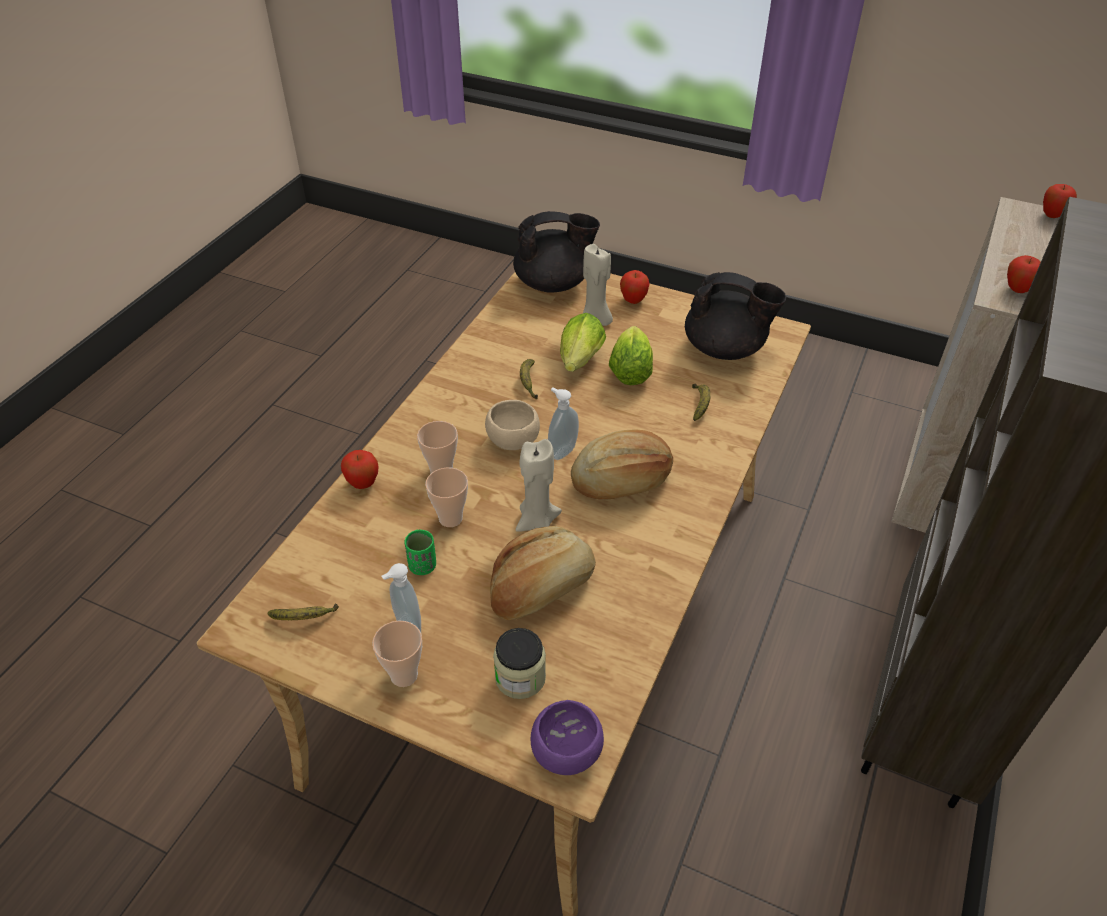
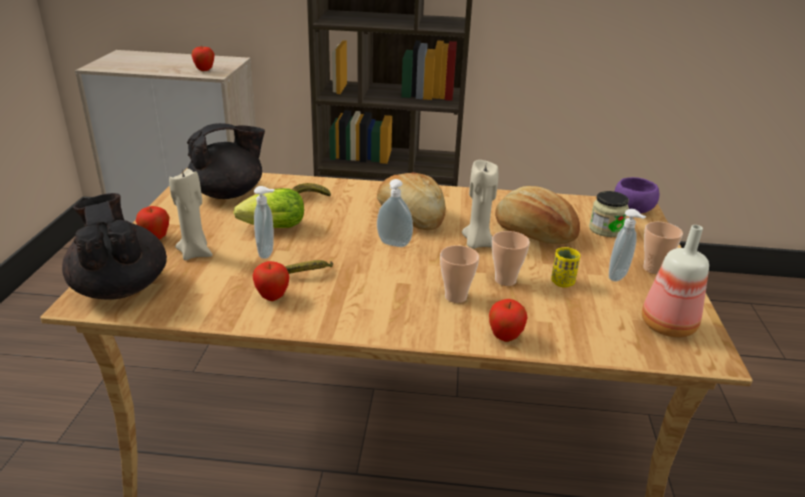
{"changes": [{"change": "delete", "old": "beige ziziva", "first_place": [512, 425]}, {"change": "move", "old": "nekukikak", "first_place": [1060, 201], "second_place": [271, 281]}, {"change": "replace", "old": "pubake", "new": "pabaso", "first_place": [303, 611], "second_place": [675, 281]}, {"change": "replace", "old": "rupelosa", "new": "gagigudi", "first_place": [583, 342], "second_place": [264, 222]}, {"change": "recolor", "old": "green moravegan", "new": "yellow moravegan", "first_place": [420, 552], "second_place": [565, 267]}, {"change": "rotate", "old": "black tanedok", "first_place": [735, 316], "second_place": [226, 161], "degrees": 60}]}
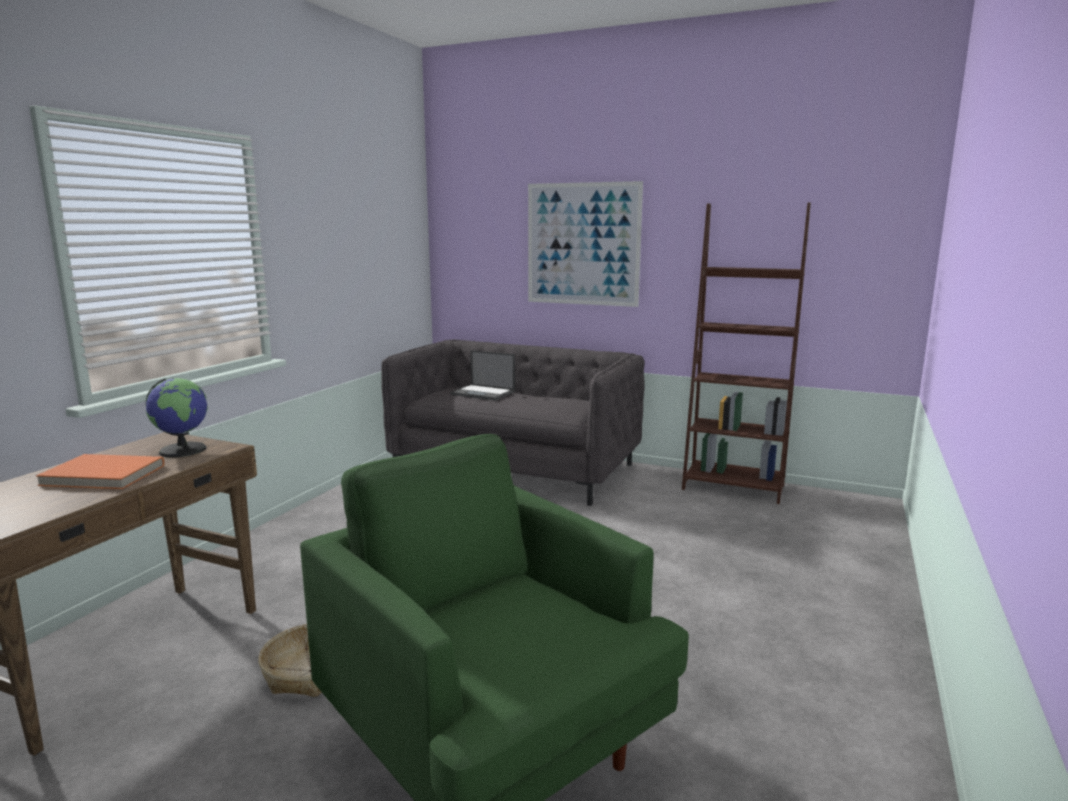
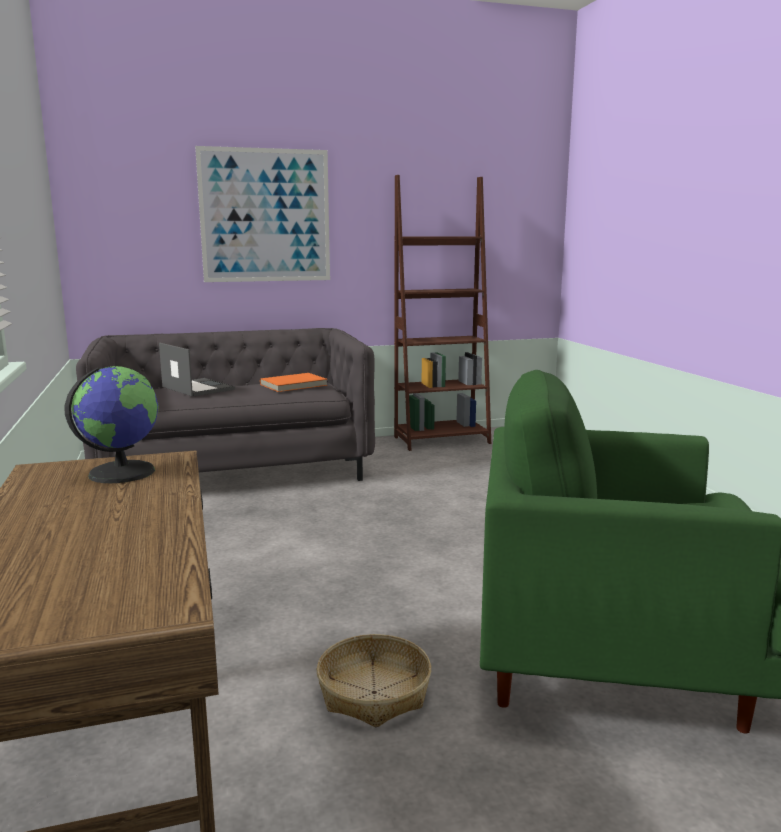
{"changes": [{"change": "move", "old": "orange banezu", "first_place": [100, 471], "second_place": [293, 382]}, {"change": "rotate", "old": "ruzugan", "first_place": [482, 375], "second_place": [197, 370], "degrees": -120}]}
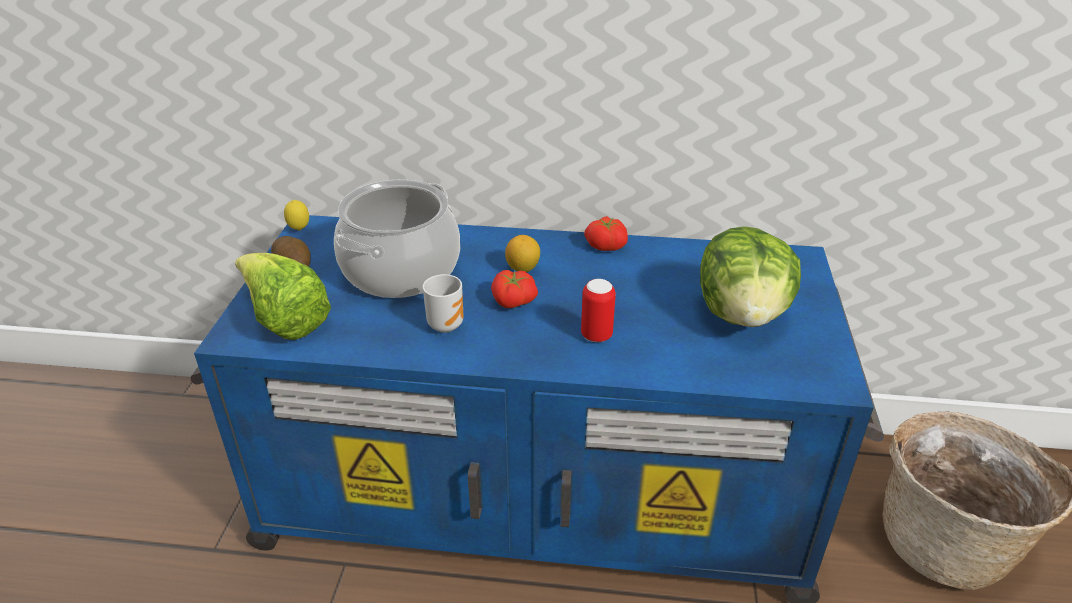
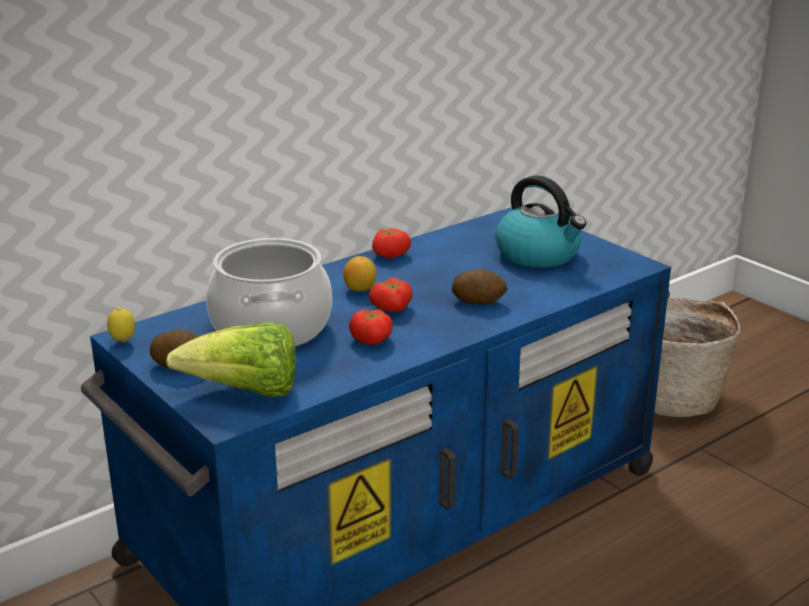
{"changes": [{"change": "replace", "old": "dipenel", "new": "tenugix", "first_place": [443, 303], "second_place": [371, 327]}, {"change": "replace", "old": "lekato", "new": "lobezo", "first_place": [598, 310], "second_place": [480, 287]}, {"change": "replace", "old": "rupelosa", "new": "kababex", "first_place": [750, 276], "second_place": [540, 222]}]}
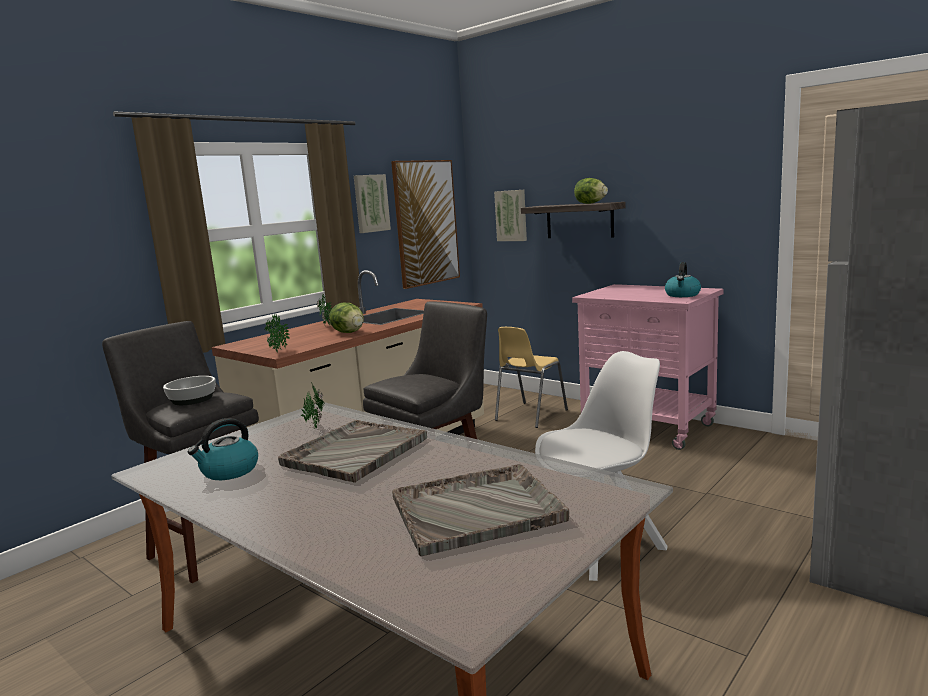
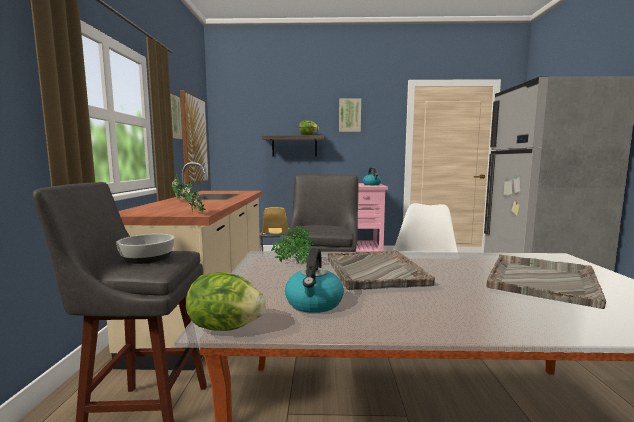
{"changes": [{"change": "move", "old": "rupelosa", "first_place": [346, 318], "second_place": [226, 301]}, {"change": "move", "old": "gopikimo", "first_place": [510, 215], "second_place": [350, 115]}]}
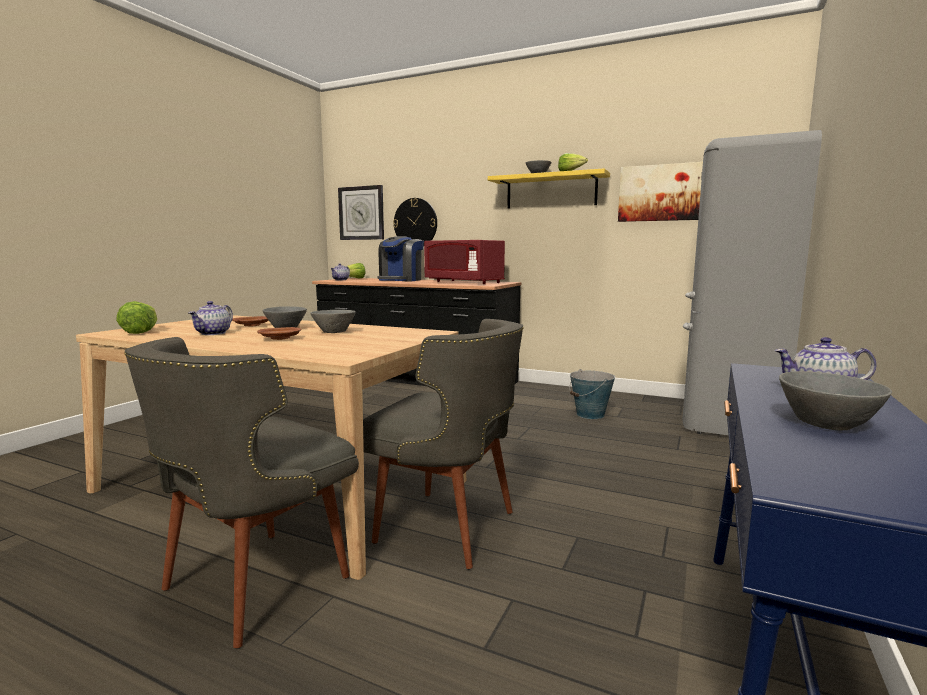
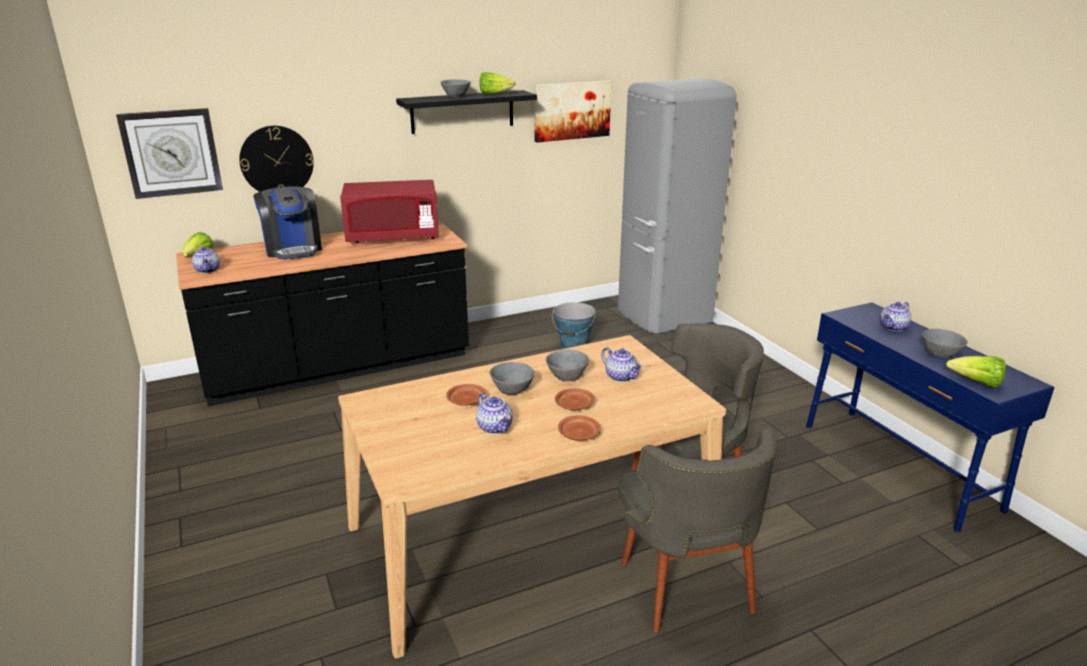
{"changes": [{"change": "insert", "new": "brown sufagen", "second_place": [579, 428]}, {"change": "insert", "new": "tanedok", "second_place": [622, 364]}, {"change": "move", "old": "rupelosa", "first_place": [136, 317], "second_place": [976, 372]}, {"change": "recolor", "old": "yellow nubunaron", "new": "black nubunaron", "first_place": [549, 188], "second_place": [466, 112]}]}
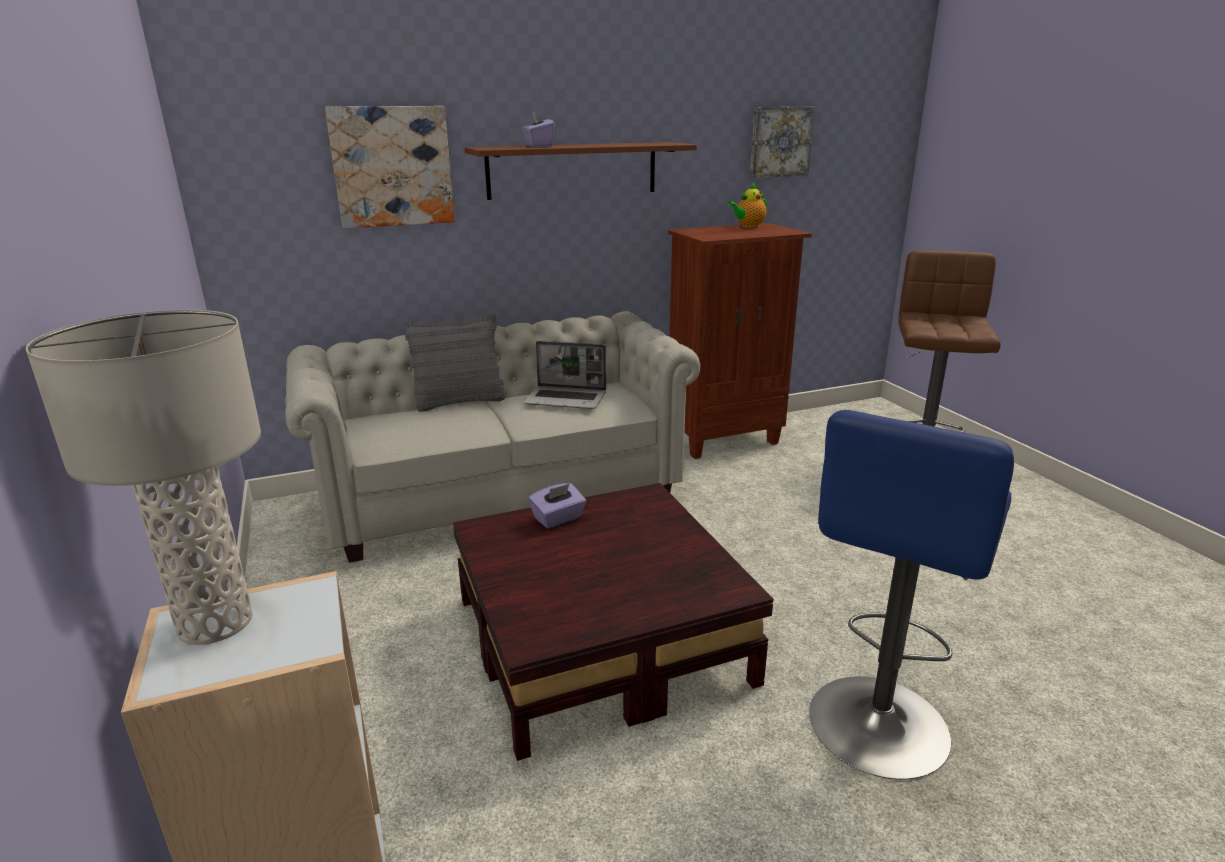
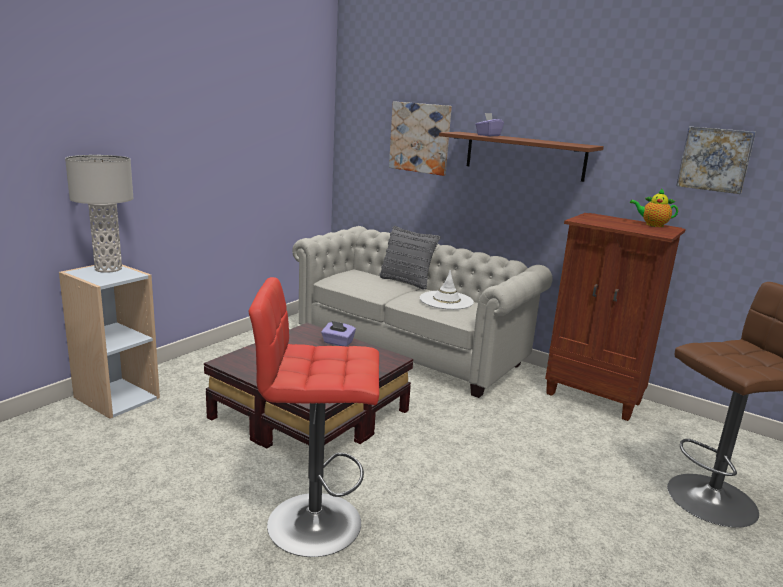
{"changes": [{"change": "replace", "old": "ruzugan", "new": "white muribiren", "first_place": [565, 375], "second_place": [447, 290]}, {"change": "recolor", "old": "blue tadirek", "new": "red tadirek", "first_place": [911, 595], "second_place": [314, 417]}]}
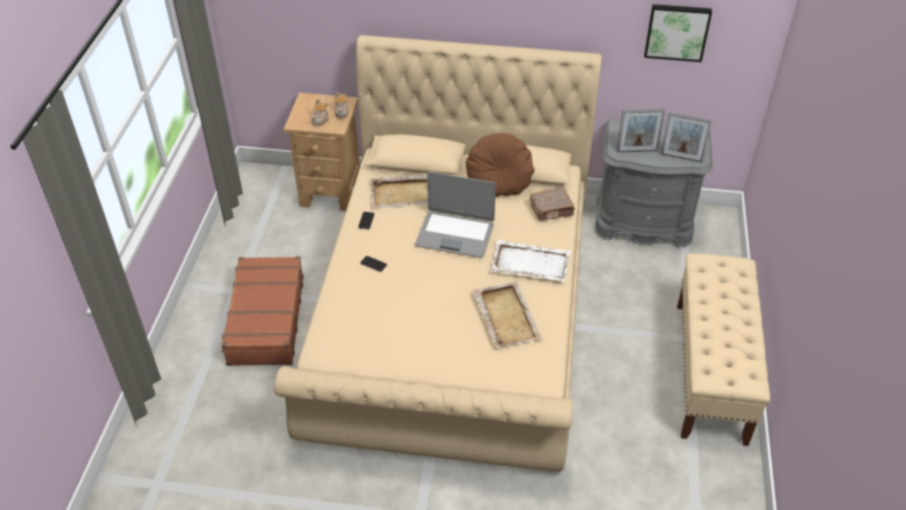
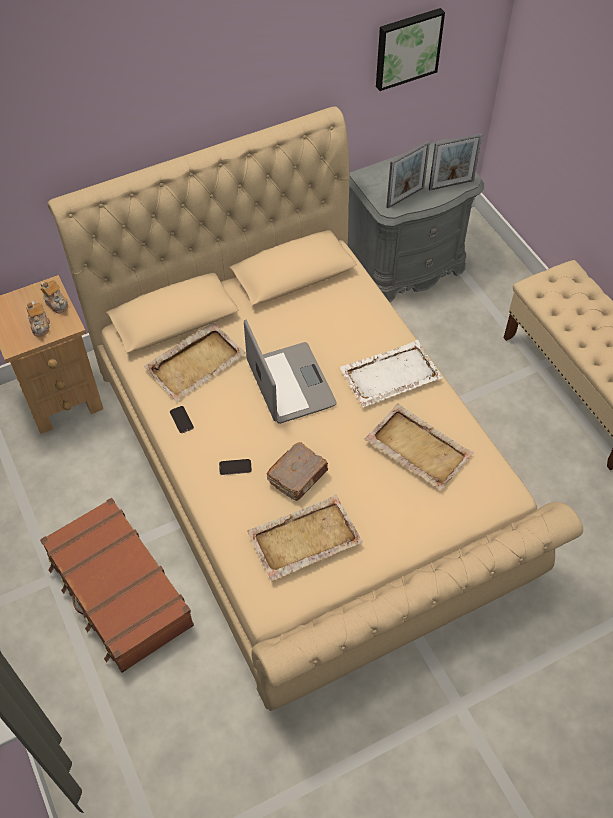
{"changes": [{"change": "delete", "old": "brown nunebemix", "first_place": [500, 165]}, {"change": "insert", "new": "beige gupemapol", "second_place": [305, 537]}, {"change": "move", "old": "brown banezu", "first_place": [552, 204], "second_place": [297, 471]}, {"change": "rotate", "old": "ruzugan", "first_place": [455, 215], "second_place": [290, 371], "degrees": -90}]}
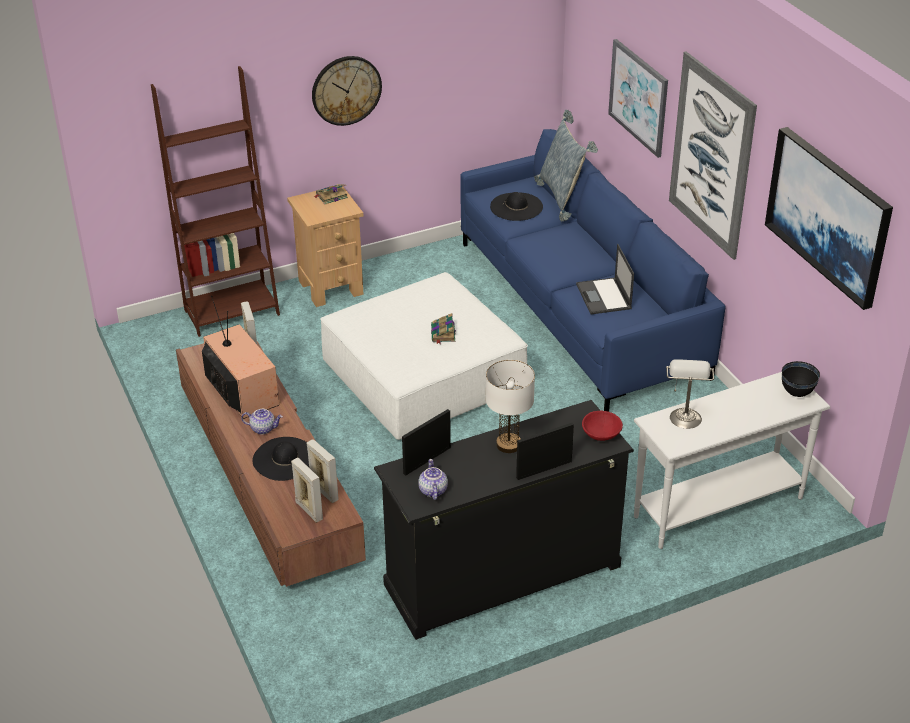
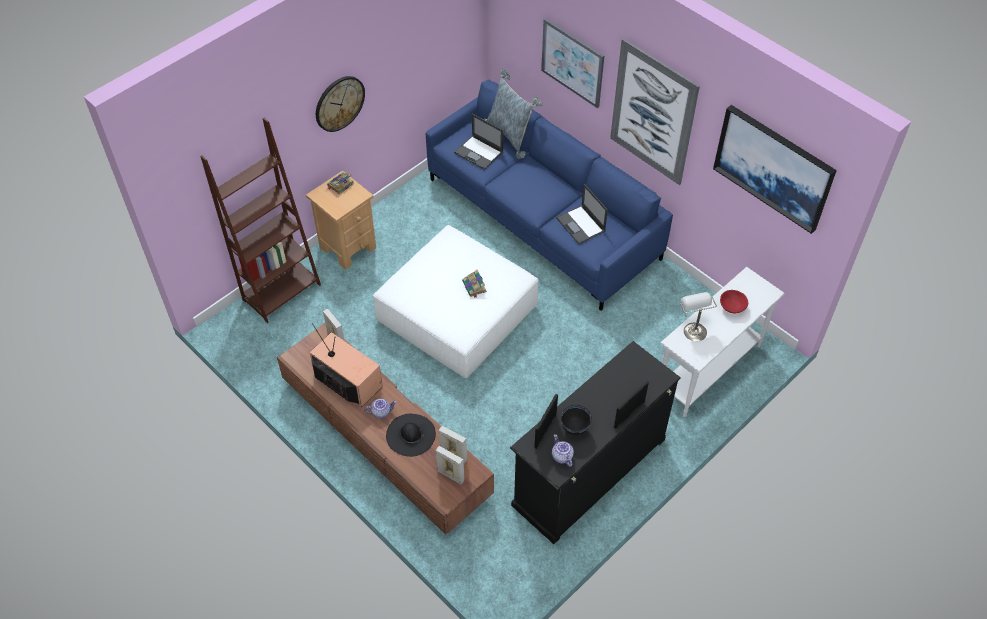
{"changes": [{"change": "delete", "old": "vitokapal", "first_place": [510, 406]}, {"change": "move", "old": "red ziziva", "first_place": [602, 426], "second_place": [734, 301]}, {"change": "move", "old": "black ziziva", "first_place": [801, 379], "second_place": [576, 420]}, {"change": "replace", "old": "black muribiren", "new": "ruzugan", "first_place": [516, 206], "second_place": [478, 142]}]}
